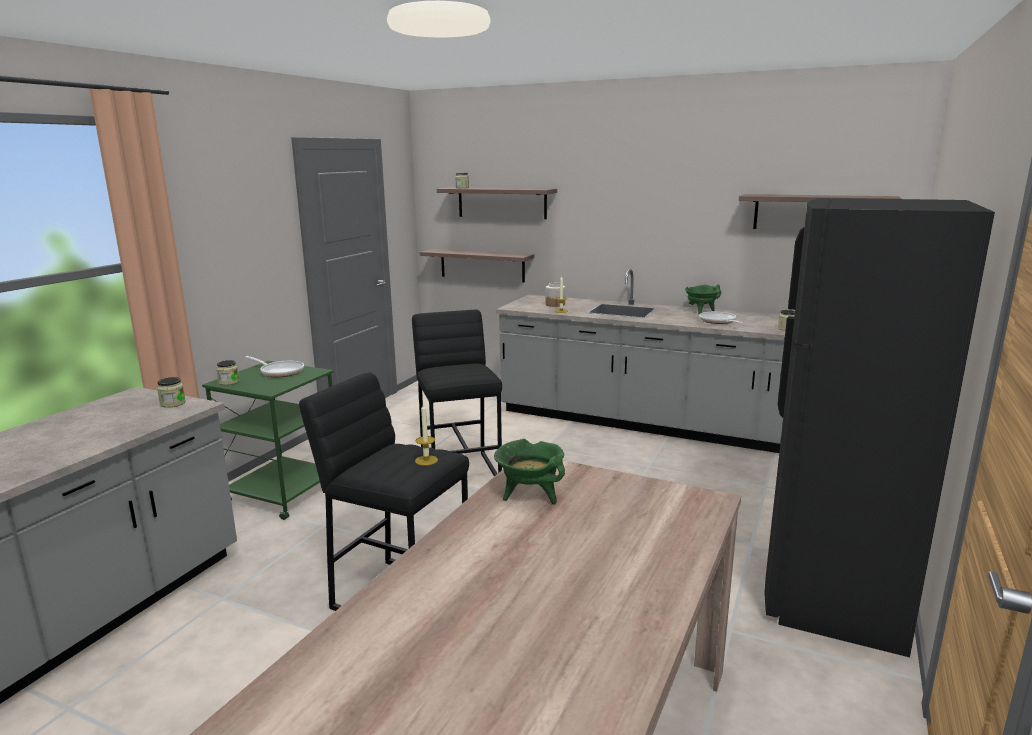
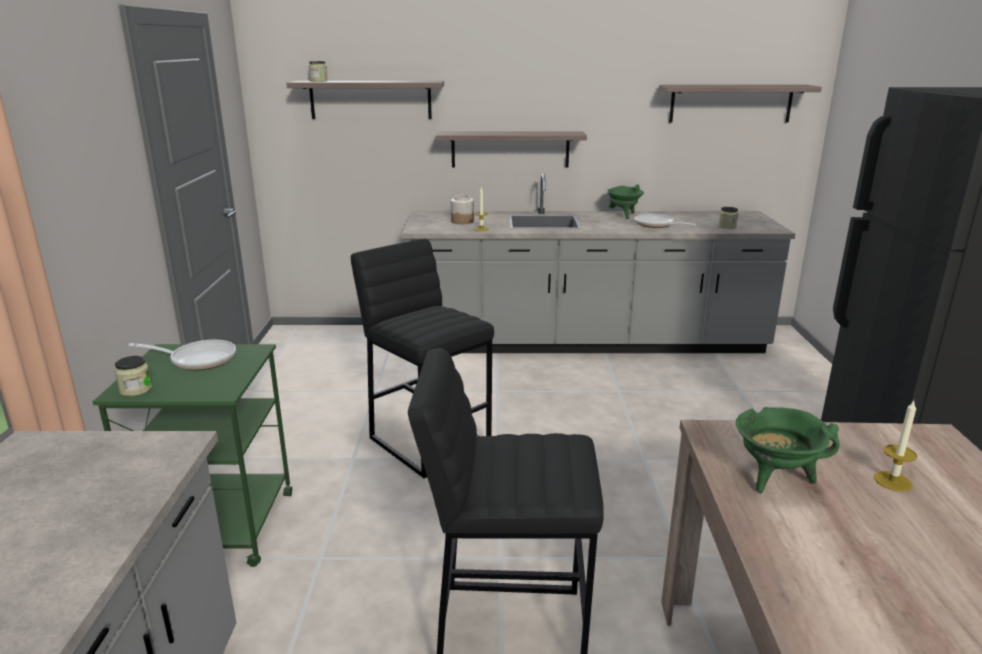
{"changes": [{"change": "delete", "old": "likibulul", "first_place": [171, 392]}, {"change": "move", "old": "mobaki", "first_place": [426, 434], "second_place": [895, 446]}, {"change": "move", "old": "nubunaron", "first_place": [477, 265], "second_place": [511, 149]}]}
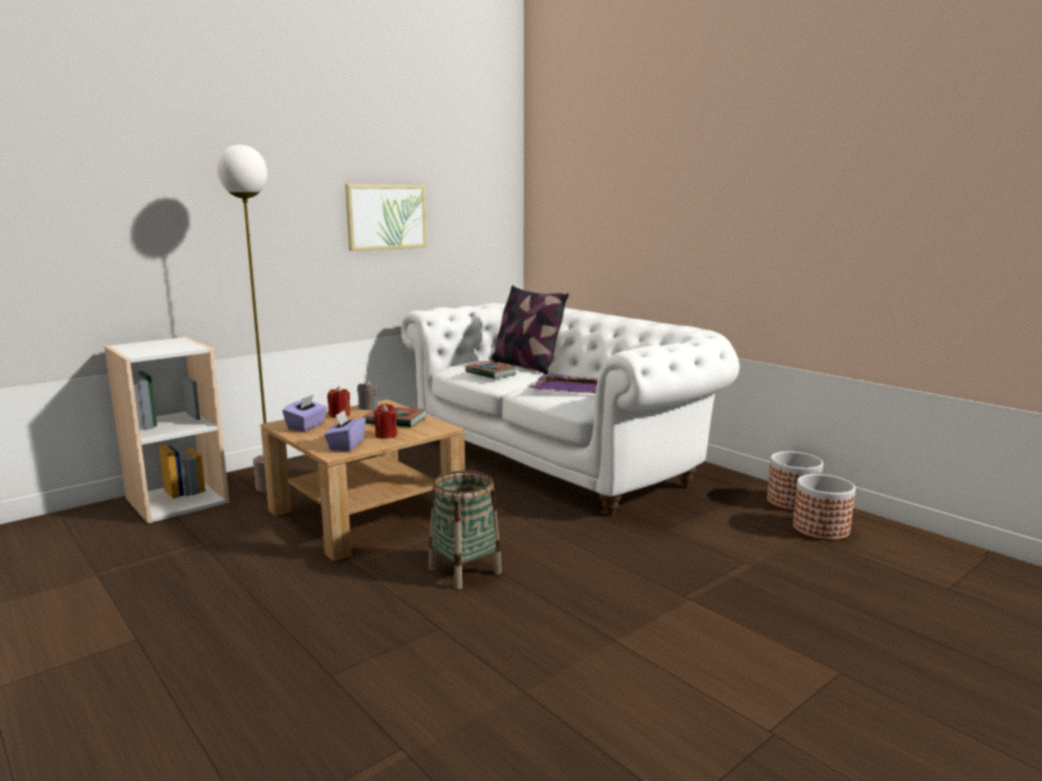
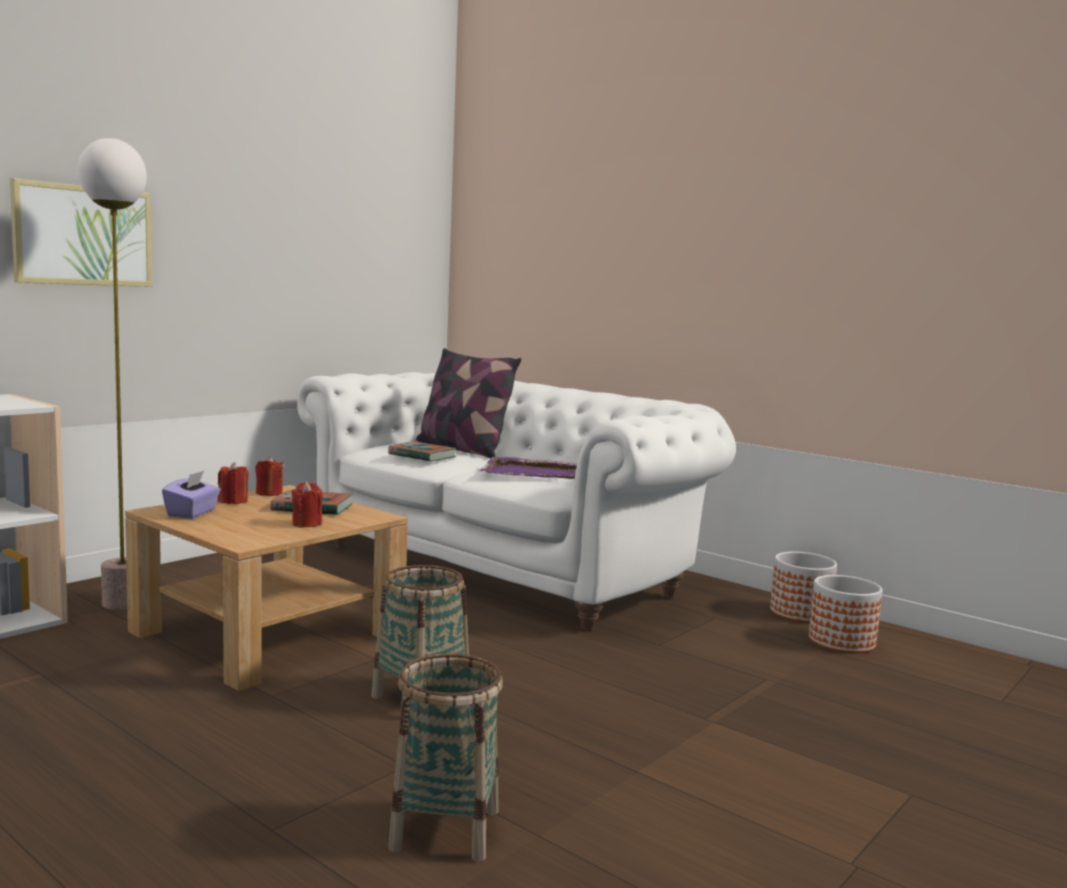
{"changes": [{"change": "delete", "old": "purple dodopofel", "first_place": [345, 430]}, {"change": "insert", "new": "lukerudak", "second_place": [445, 757]}, {"change": "move", "old": "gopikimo", "first_place": [386, 217], "second_place": [81, 232]}, {"change": "recolor", "old": "grey mobaki", "new": "red mobaki", "first_place": [367, 395], "second_place": [269, 476]}]}
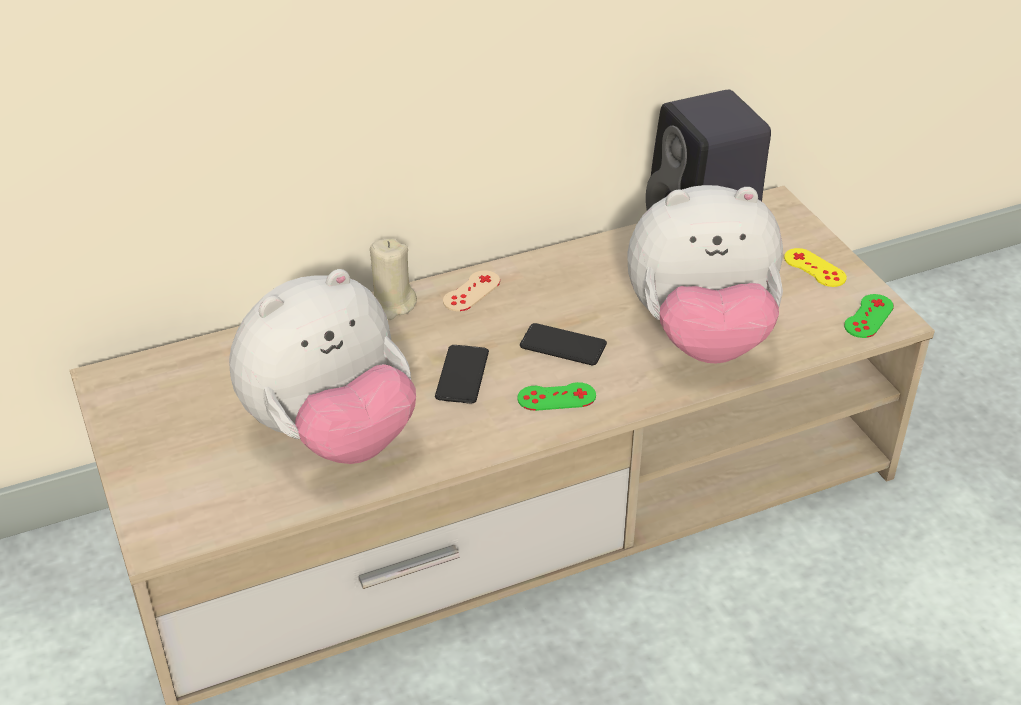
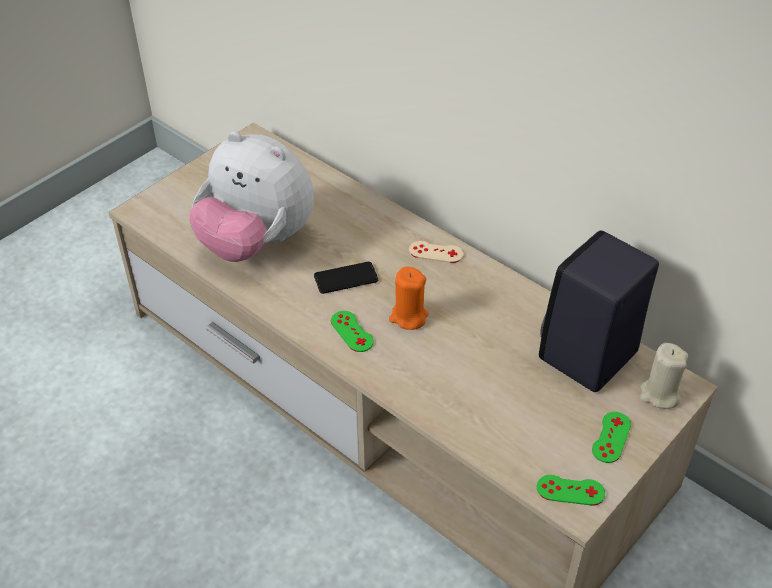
{"changes": [{"change": "delete", "old": "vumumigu", "first_place": [705, 274]}, {"change": "move", "old": "beige mobaki", "first_place": [393, 279], "second_place": [664, 376]}, {"change": "replace", "old": "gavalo", "new": "orange mobaki", "first_place": [563, 344], "second_place": [408, 298]}, {"change": "recolor", "old": "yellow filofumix", "new": "green filofumix", "first_place": [815, 267], "second_place": [611, 437]}]}
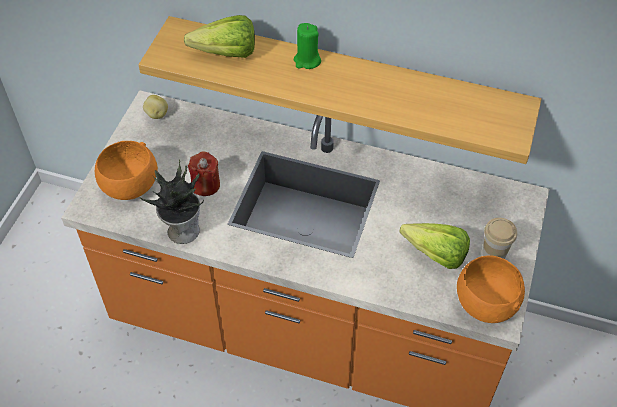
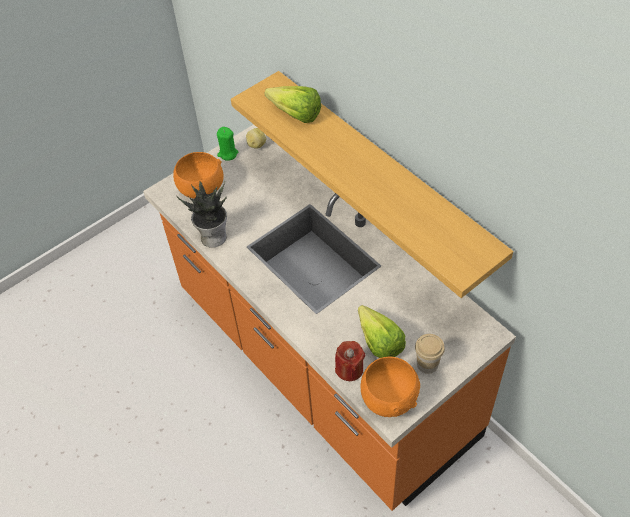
{"changes": [{"change": "move", "old": "red mobaki", "first_place": [204, 173], "second_place": [350, 361]}, {"change": "move", "old": "green mobaki", "first_place": [307, 46], "second_place": [227, 144]}]}
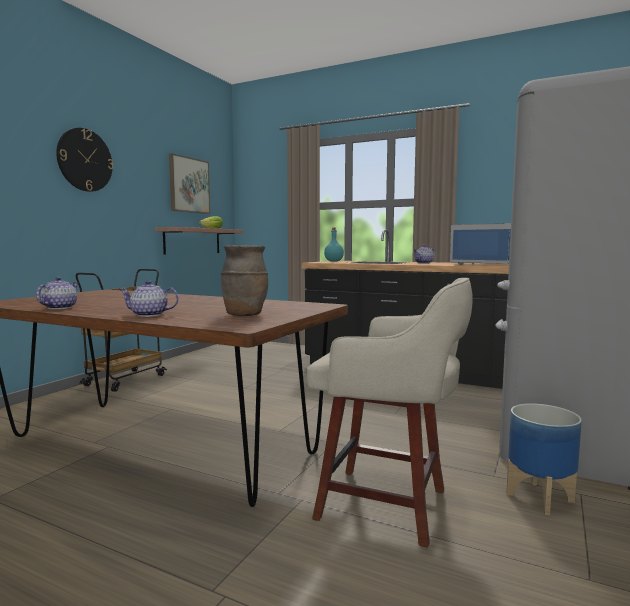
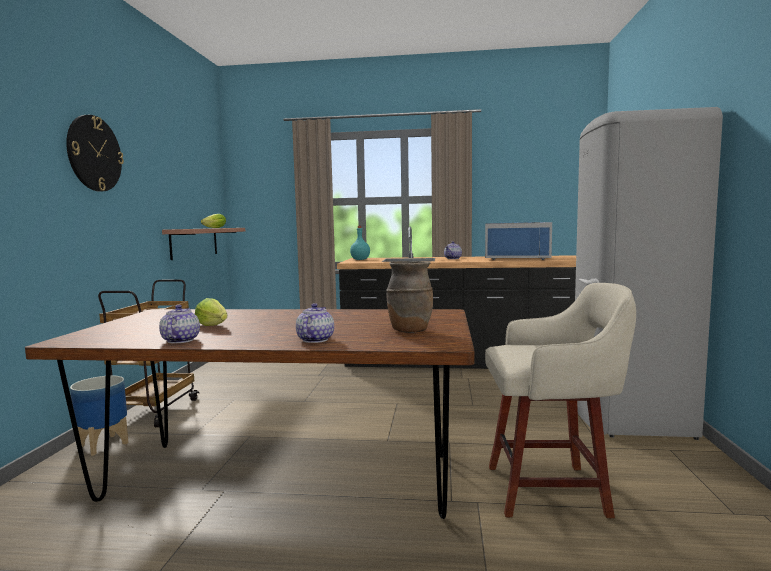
{"changes": [{"change": "delete", "old": "gopikimo", "first_place": [189, 183]}, {"change": "insert", "new": "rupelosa", "second_place": [211, 312]}, {"change": "move", "old": "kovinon", "first_place": [544, 459], "second_place": [99, 416]}, {"change": "rotate", "old": "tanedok", "first_place": [149, 298], "second_place": [315, 323], "degrees": 120}]}
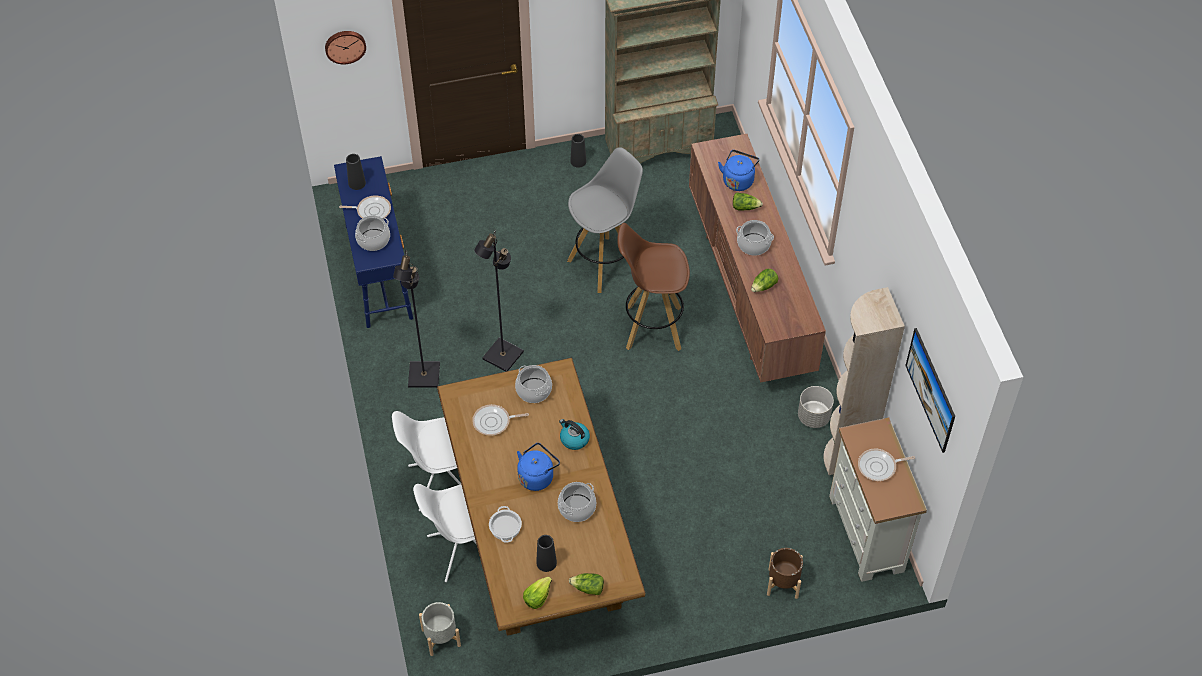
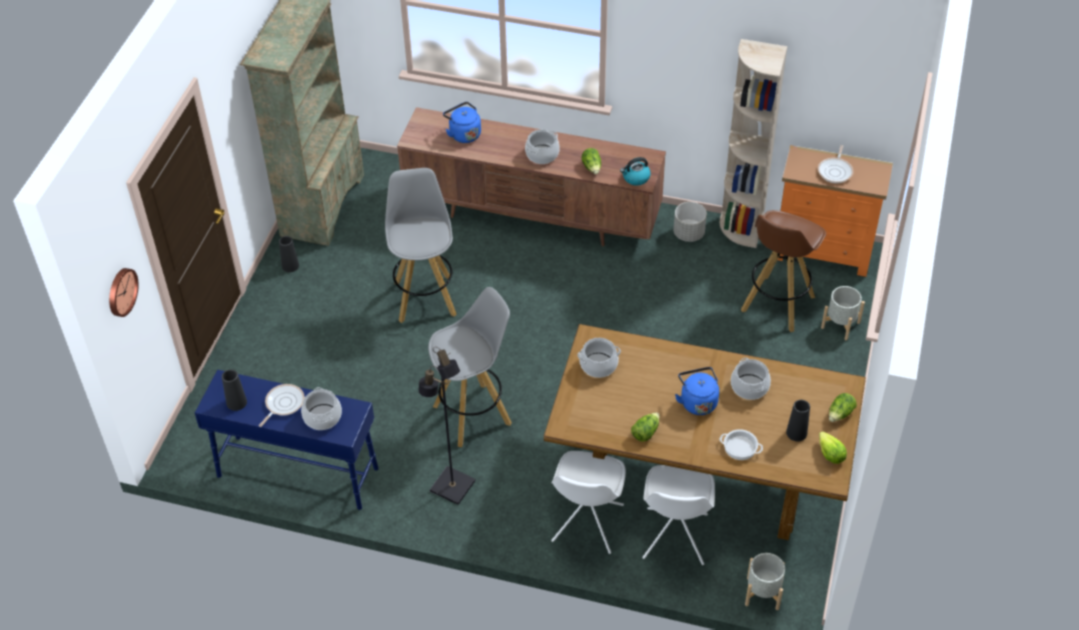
{"changes": [{"change": "delete", "old": "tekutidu", "first_place": [500, 420]}, {"change": "delete", "old": "gopikimo", "first_place": [930, 390]}, {"change": "move", "old": "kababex", "first_place": [574, 434], "second_place": [635, 171]}, {"change": "move", "old": "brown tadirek", "first_place": [653, 287], "second_place": [783, 271]}, {"change": "move", "old": "rupelosa", "first_place": [748, 201], "second_place": [645, 427]}, {"change": "replace", "old": "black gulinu", "new": "grey tadirek", "first_place": [499, 300], "second_place": [470, 367]}, {"change": "recolor", "old": "brown kovinon", "new": "grey kovinon", "first_place": [785, 573], "second_place": [843, 313]}, {"change": "recolor", "old": "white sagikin", "new": "orange sagikin", "first_place": [878, 500], "second_place": [835, 211]}]}
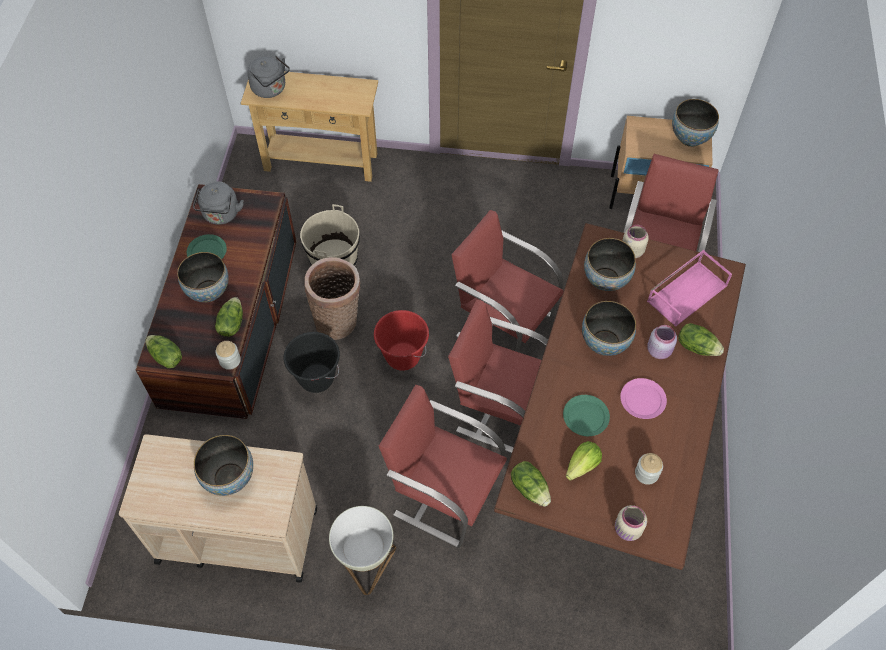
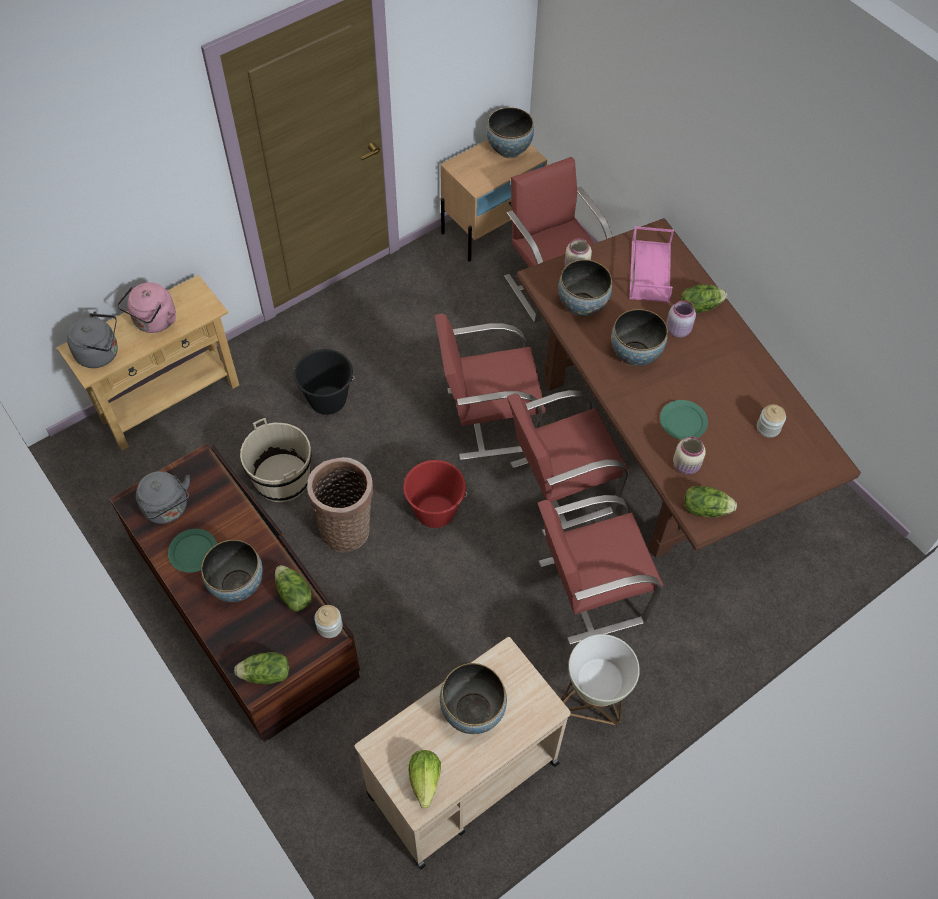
{"changes": [{"change": "delete", "old": "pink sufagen", "first_place": [643, 398]}, {"change": "insert", "new": "pink kababex", "second_place": [146, 307]}, {"change": "move", "old": "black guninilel", "first_place": [312, 362], "second_place": [324, 382]}, {"change": "move", "old": "rupelosa", "first_place": [584, 461], "second_place": [425, 779]}, {"change": "move", "old": "beige likibulul", "first_place": [631, 523], "second_place": [689, 456]}]}
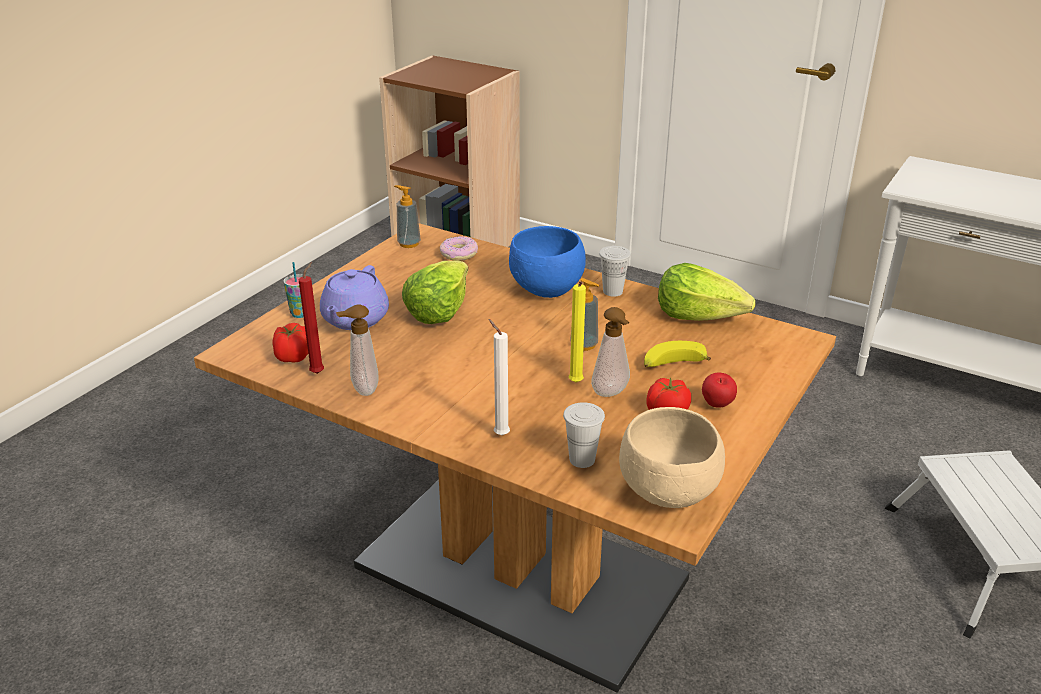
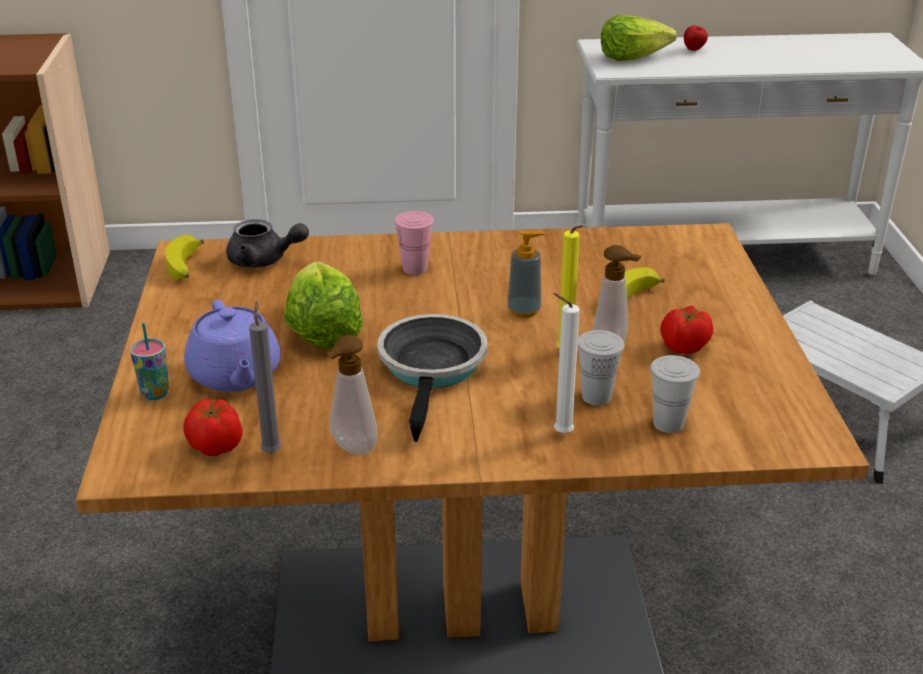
{"changes": [{"change": "delete", "old": "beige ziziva", "first_place": [672, 457]}, {"change": "insert", "new": "tekutidu", "second_place": [432, 378]}, {"change": "move", "old": "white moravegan", "first_place": [615, 271], "second_place": [601, 368]}, {"change": "move", "old": "rupelosa", "first_place": [707, 292], "second_place": [639, 38]}, {"change": "move", "old": "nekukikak", "first_place": [719, 390], "second_place": [696, 38]}, {"change": "replace", "old": "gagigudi", "new": "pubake", "first_place": [407, 216], "second_place": [184, 257]}, {"change": "replace", "old": "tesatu", "new": "grey tanedok", "first_place": [459, 248], "second_place": [267, 243]}, {"change": "replace", "old": "blue ziziva", "new": "pink moravegan", "first_place": [547, 262], "second_place": [414, 243]}, {"change": "recolor", "old": "red mobaki", "new": "grey mobaki", "first_place": [311, 318], "second_place": [265, 377]}]}
